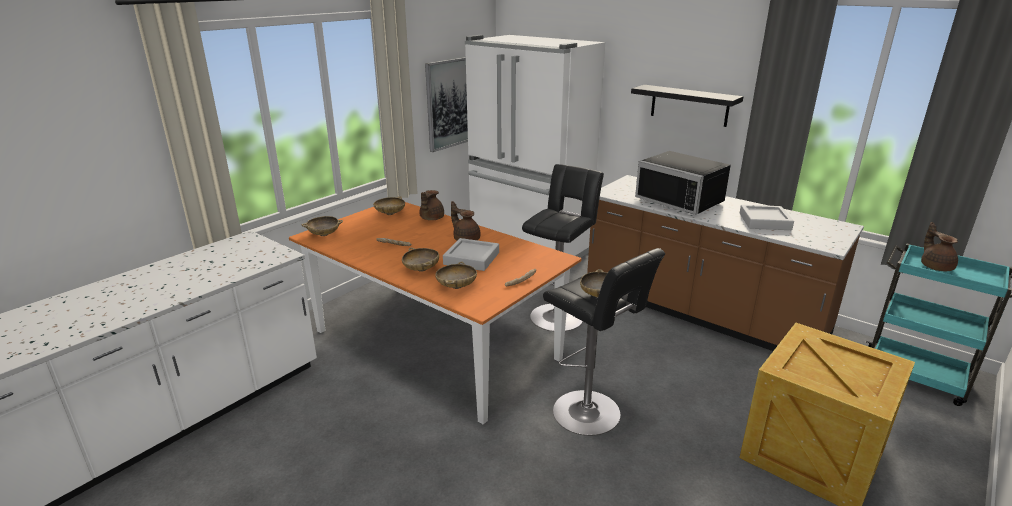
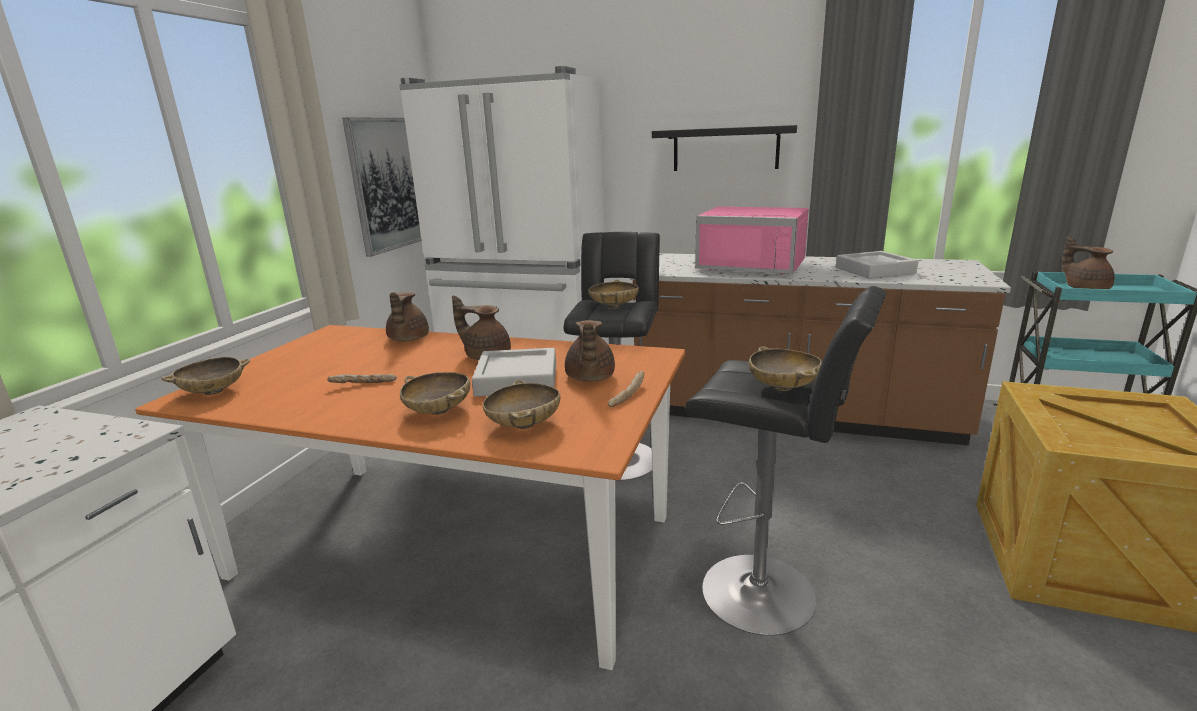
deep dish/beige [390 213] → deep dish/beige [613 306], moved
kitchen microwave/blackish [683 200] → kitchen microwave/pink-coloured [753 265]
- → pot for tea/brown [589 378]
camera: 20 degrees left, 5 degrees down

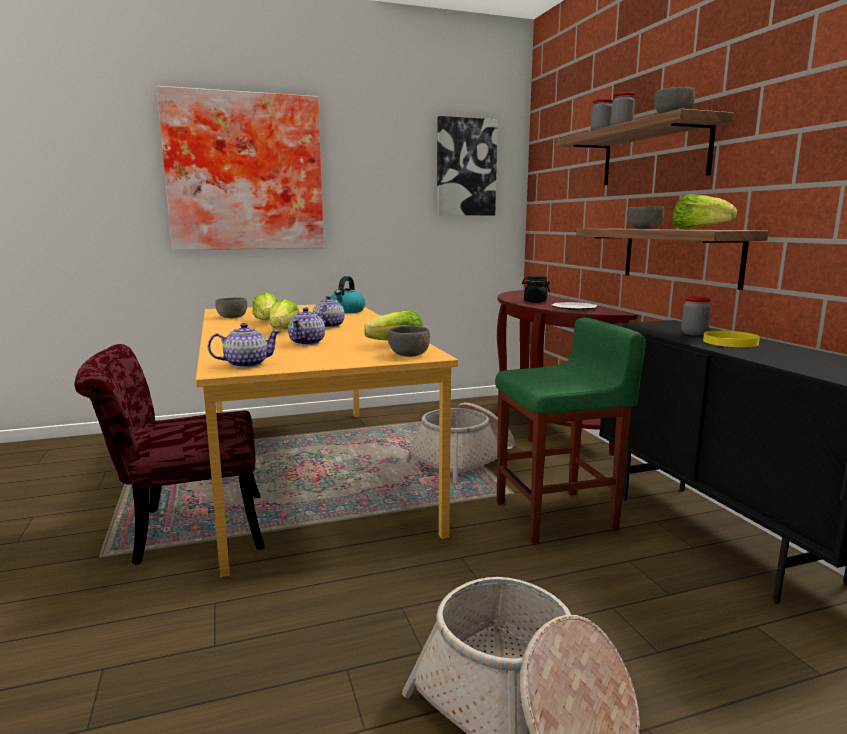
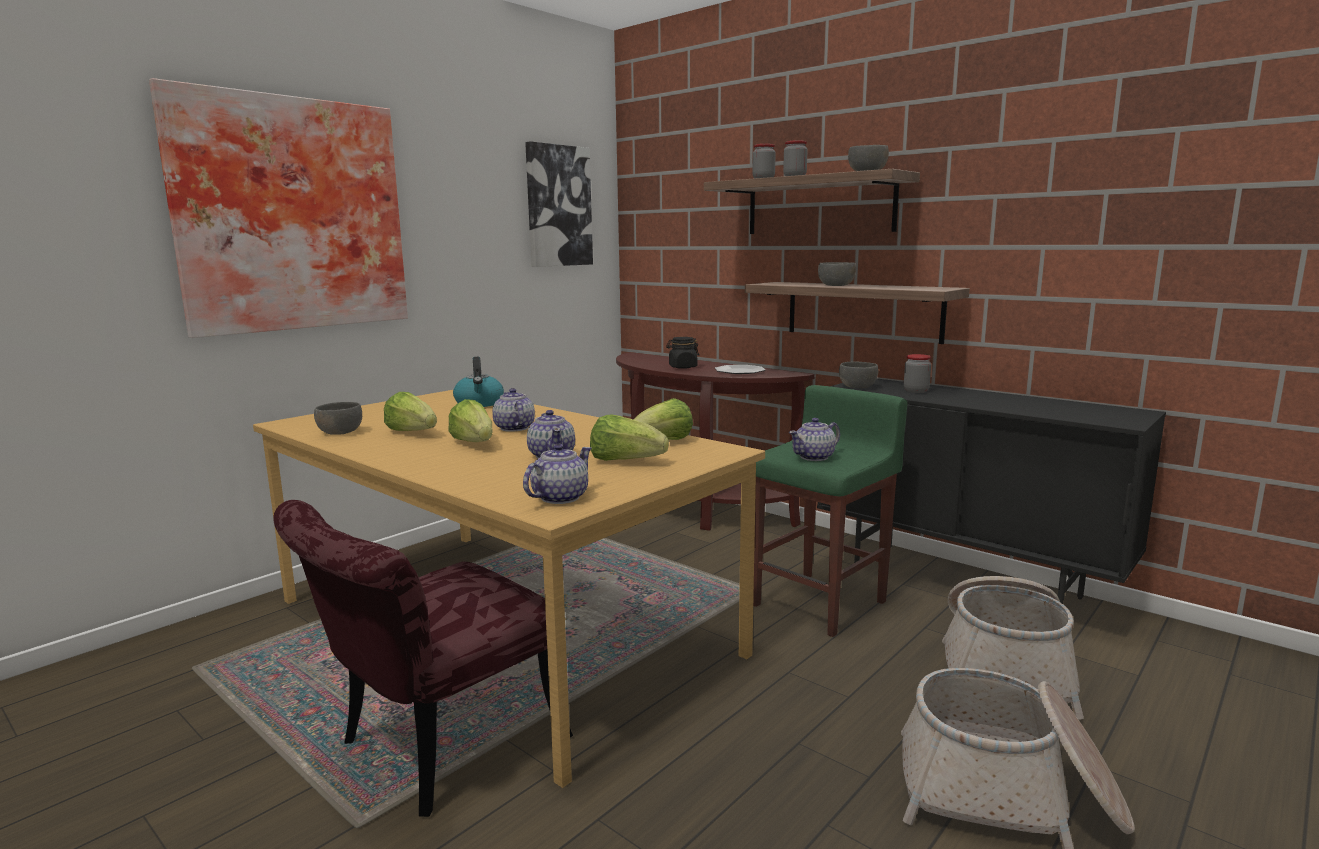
deep dish/grey [409 354] → deep dish/grey [858 387], moved
storage basket [464 460] → storage basket [1004 667], moved
lettuce [699 229] → lettuce [625 461], moved
flat dish/yellow-coloured [730 342] → -
- → pot for tea [814 457]
camera: 30 degrees left, 0 degrees up

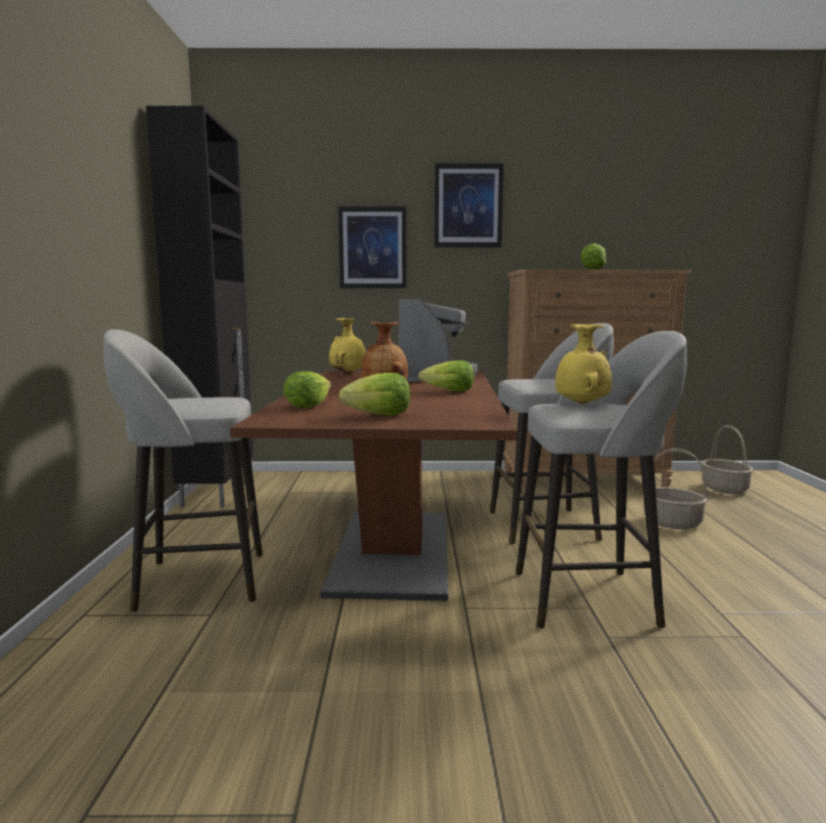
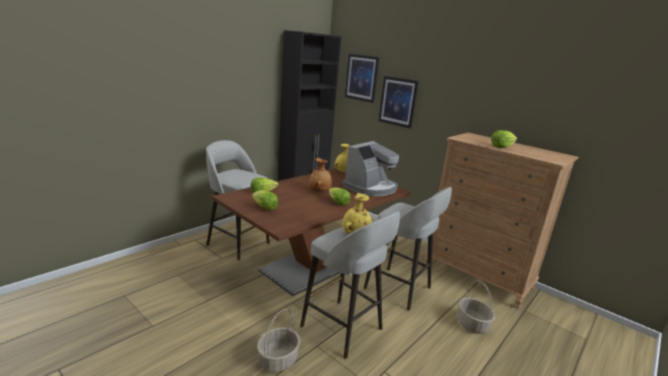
picture [468 206] → picture [361 78], moved
storage basket [725 489] → storage basket [278 360], moved
camera: 40 degrees right, 10 degrees up

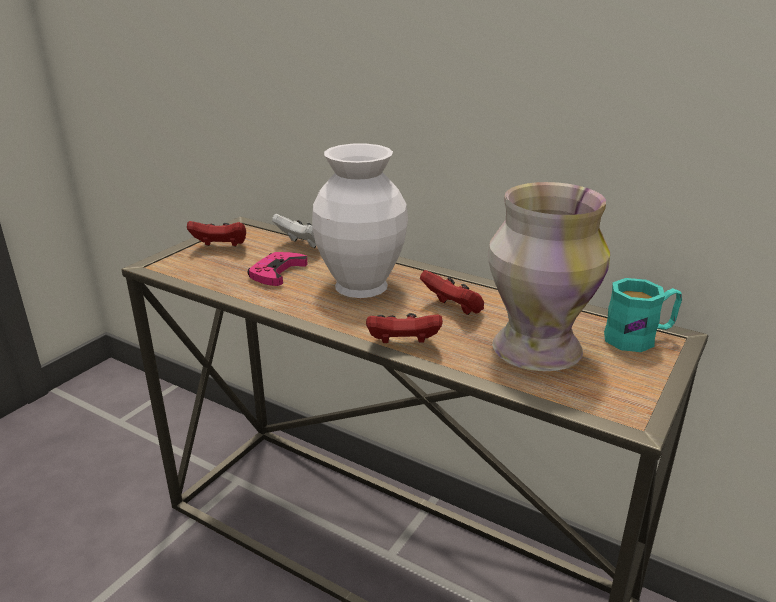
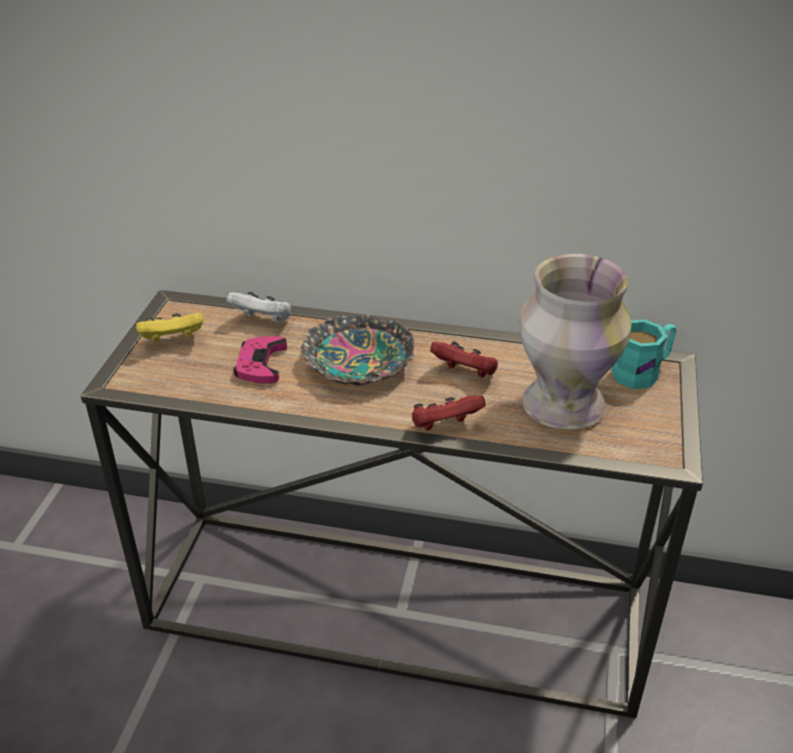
joypad/red [221 246] → joypad/yellow-coloured [173 340]
flower vase/white [359 285] → deep dish [357 363]
camera: 20 degrees left, 10 degrees up

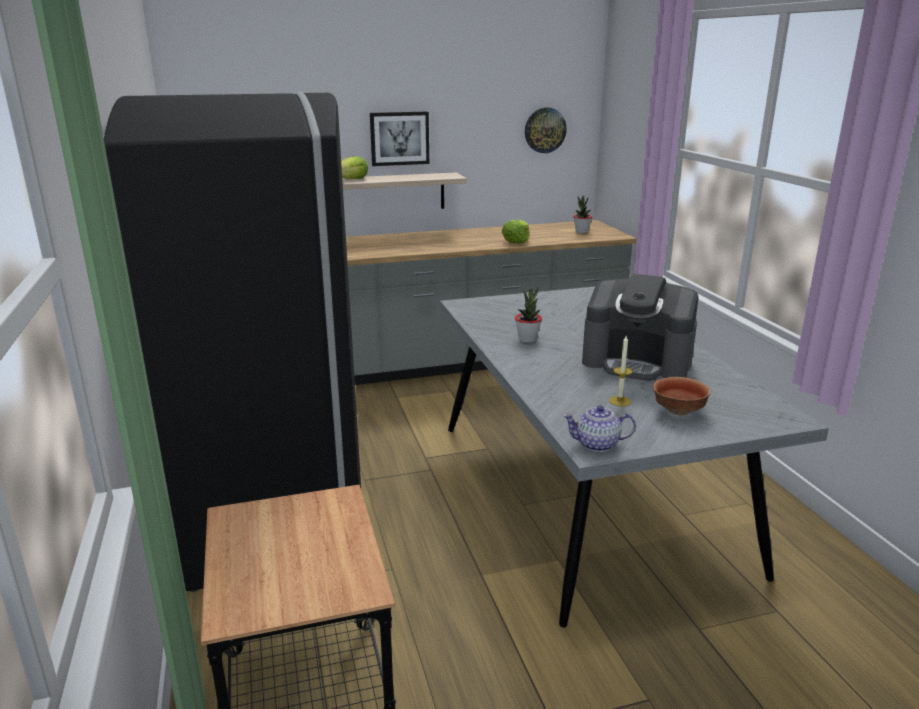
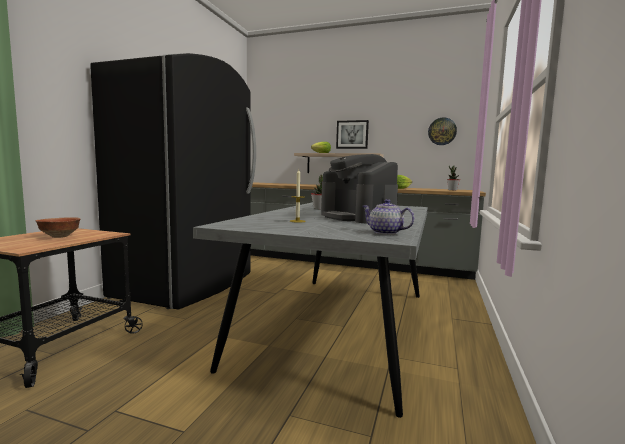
pot for tea [597 444] → pot for tea [385 232], moved
deep dish [678 411] → deep dish [59 236], moved
camera: 35 degrees right, 15 degrees down

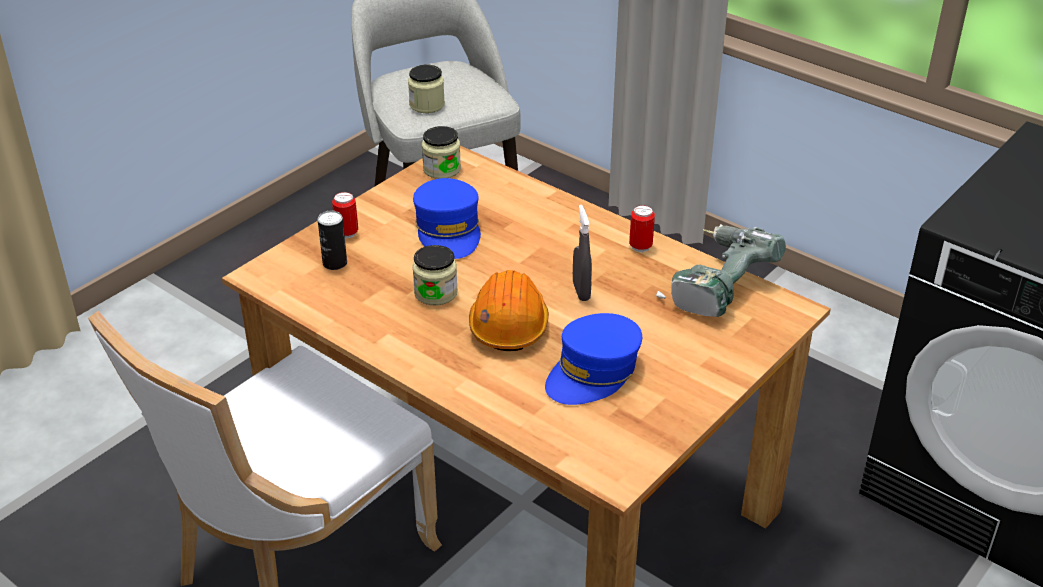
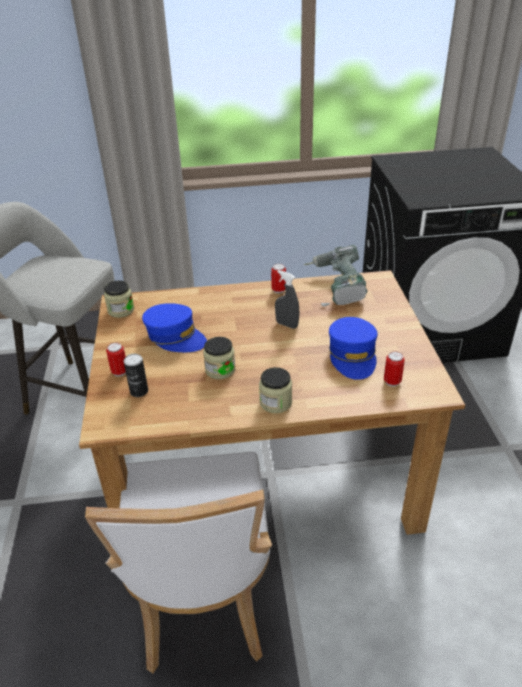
storage jar [427 105] → storage jar [275 402], moved
safety helmet/orange [509 325] → -
- → sealed can [392 382]
camera: 45 degrees left, 0 degrees up

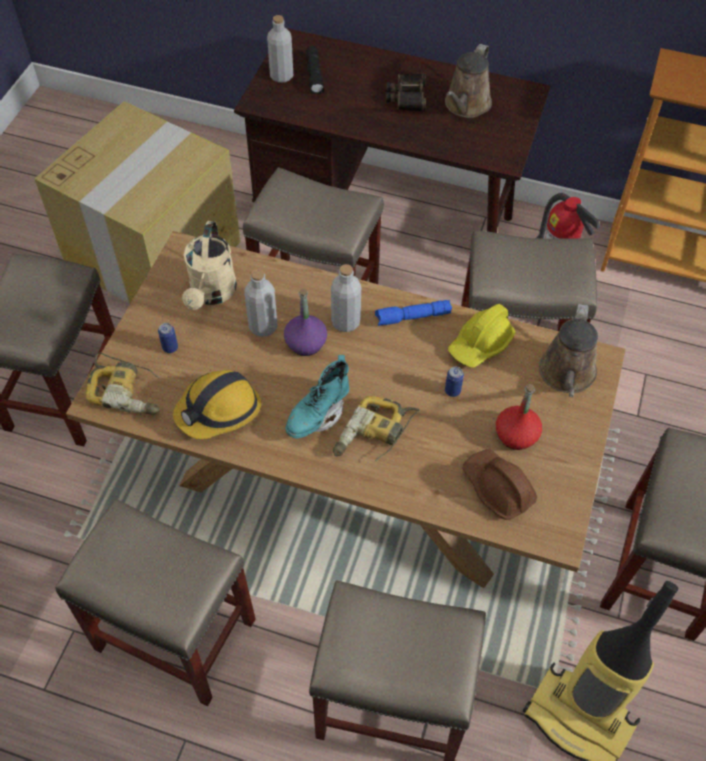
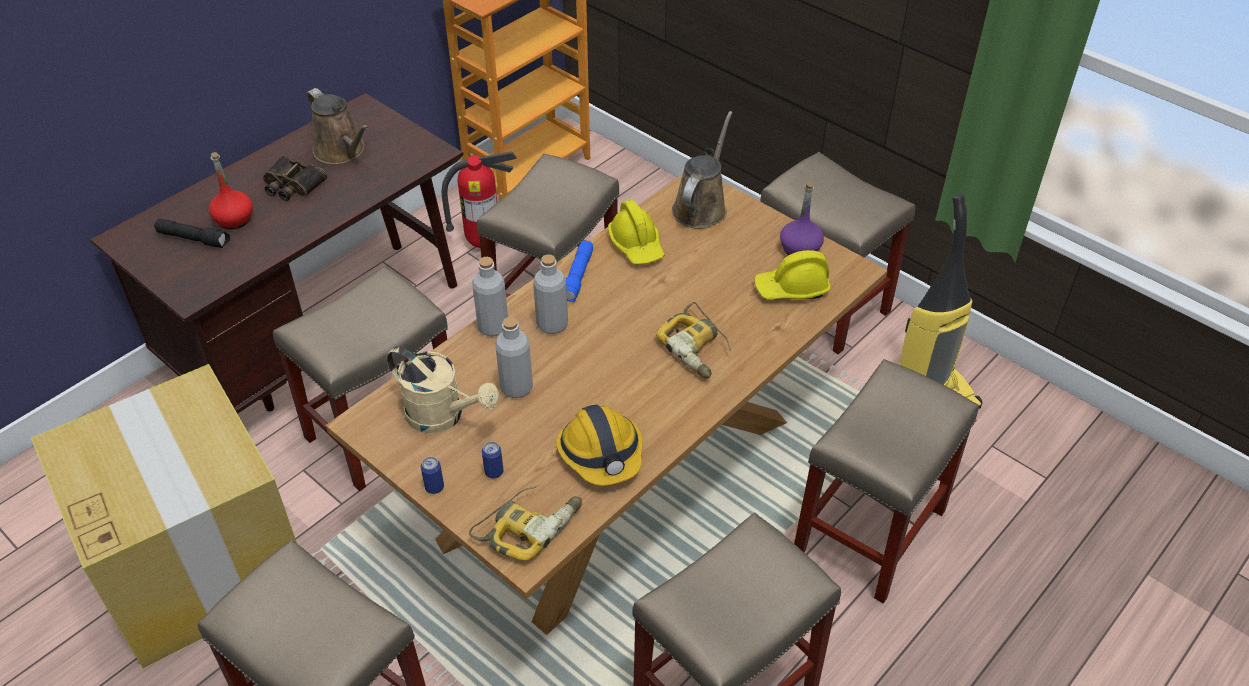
beverage bottle/grey [281 76] → beverage bottle/grey [493 327], moved
beverage bottle/purple [306 343] → beverage bottle/purple [800 249], moved
high-top boot/blue-green [318 414] → -
sealed can [452 391] → sealed can [434 487], moved
safety helmet/brown [497 488] → safety helmet/yellow-coloured [792 288]
beverage bottle/red [516 435] → beverage bottle/red [234 219], moved
sprinkling can/brown [566 375] → sprinkling can/brown [701 207], 105 degrees counterclockwise
camera: 65 degrees left, 10 degrees down

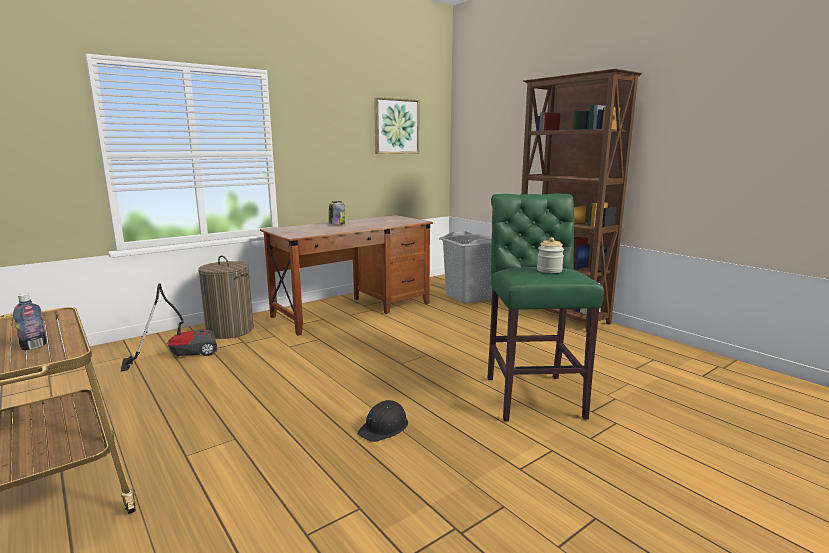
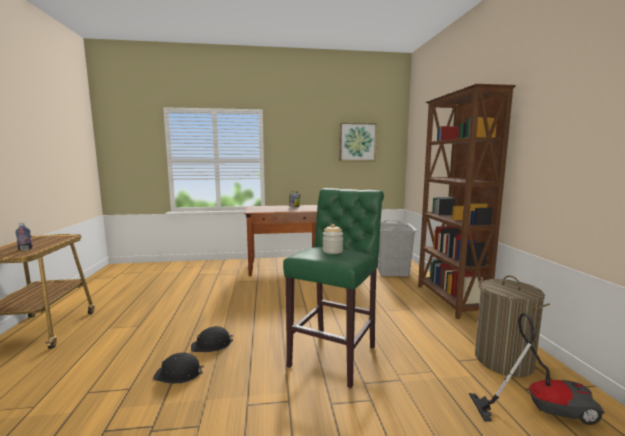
vacuum [180 354] → vacuum [540 407], moved
washing basket [230 330] → washing basket [503 361], moved
- → safety helmet/blackish [179 374]
camera: 30 degrees right, 5 degrees down

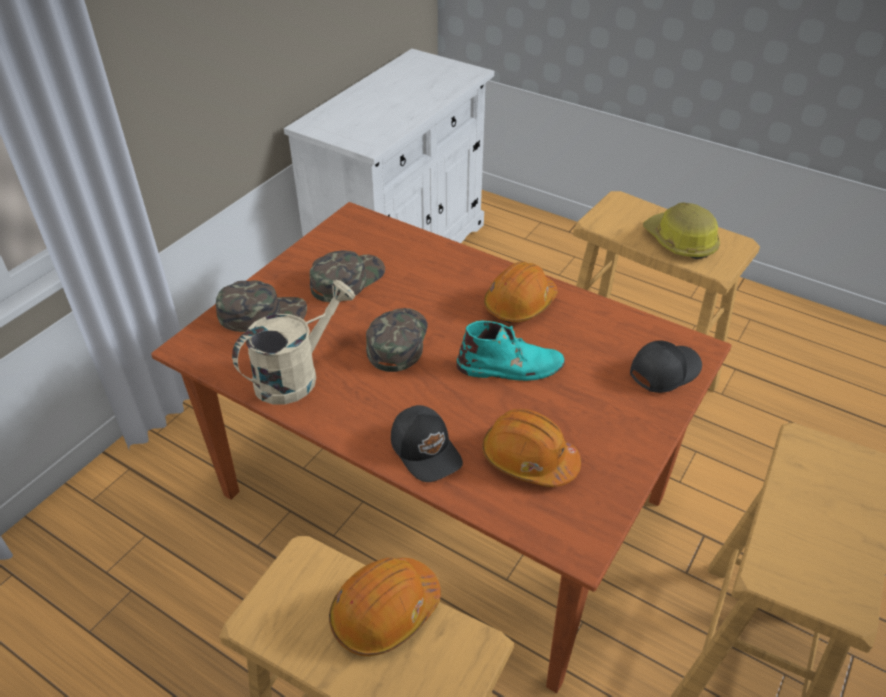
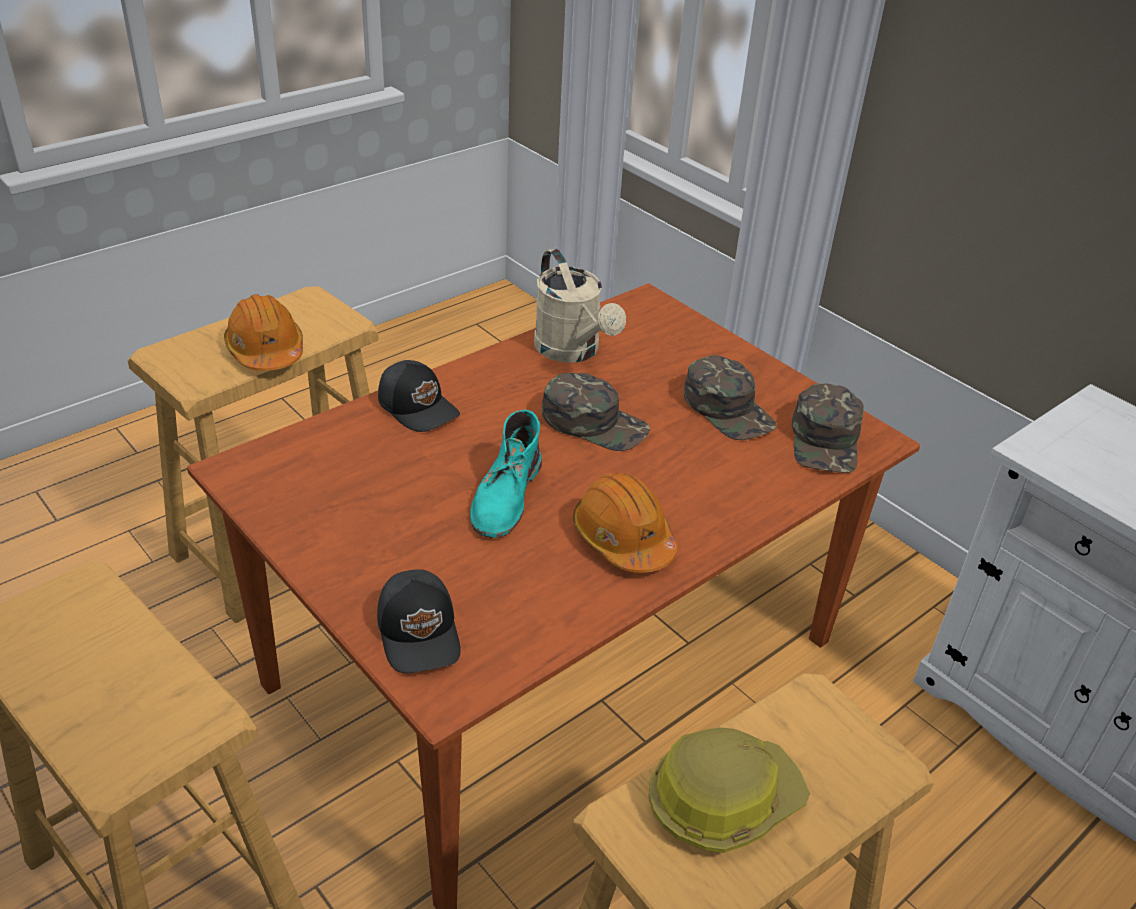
cap/green [263 314] → cap/green [826 440], moved
cap/blackish [426 450] → cap/blackish [419 407], 120 degrees counterclockwise
safety helmet/orange [528 459] → -
camera: 105 degrees right, 5 degrees down

